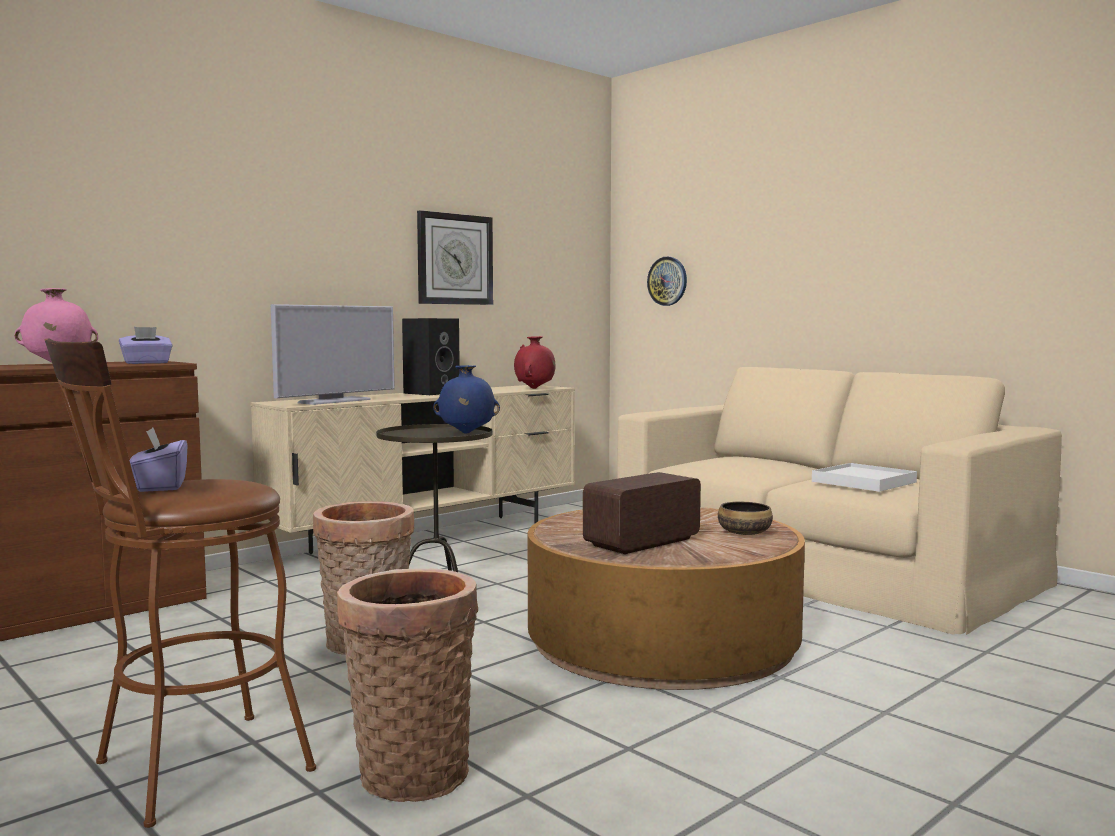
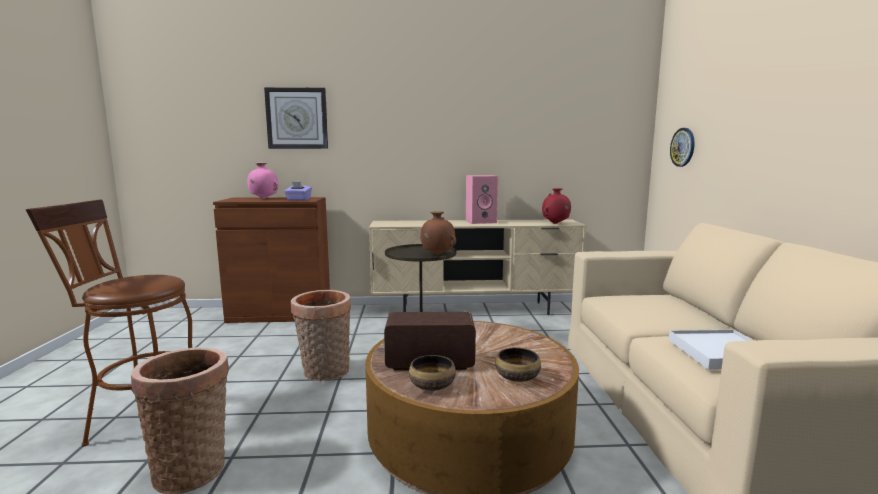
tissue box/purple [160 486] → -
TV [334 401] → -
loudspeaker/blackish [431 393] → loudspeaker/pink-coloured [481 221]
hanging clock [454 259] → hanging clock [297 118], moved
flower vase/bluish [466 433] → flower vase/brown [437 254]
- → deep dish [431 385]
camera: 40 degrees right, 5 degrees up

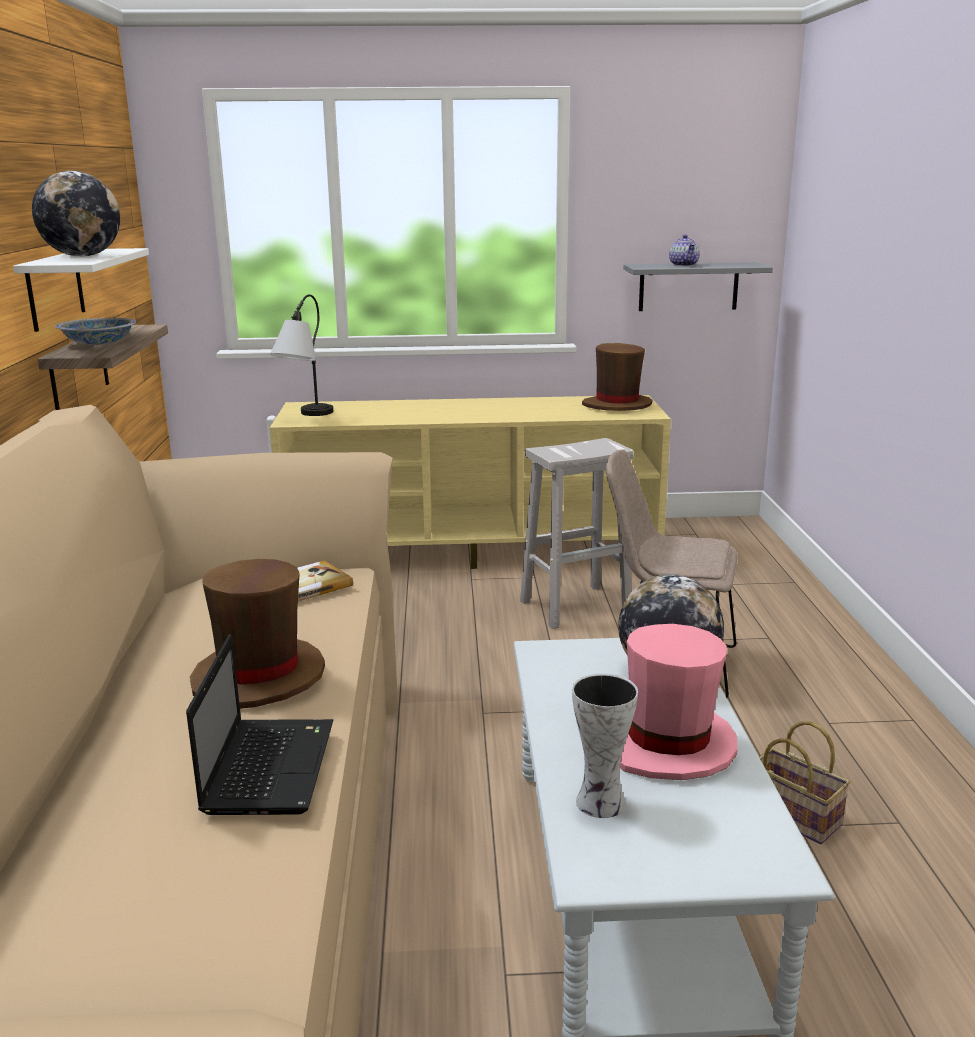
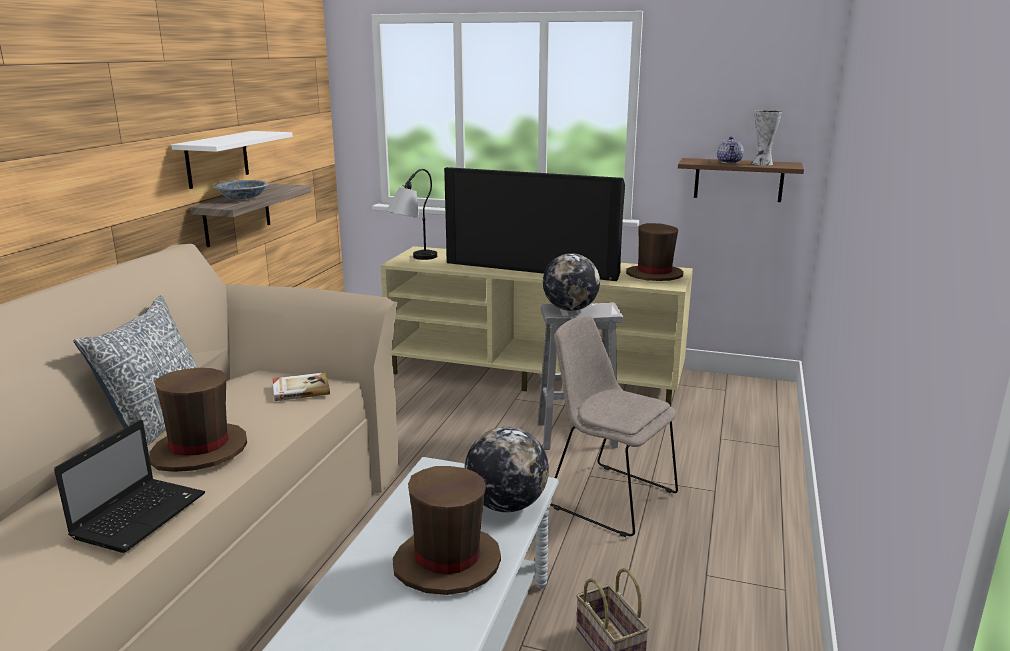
globe [82 256] → globe [570 309], moved
flower vase [599 803] → flower vase [761 164], moved
wearable hat/pink-coloured [668 745] → wearable hat/brown [447 563]
bracket shelf/grey [688 286] → bracket shelf/brown [738 180]
- → cushion [159 421]
- → TV [532 269]
camera: 20 degrees right, 0 degrees up

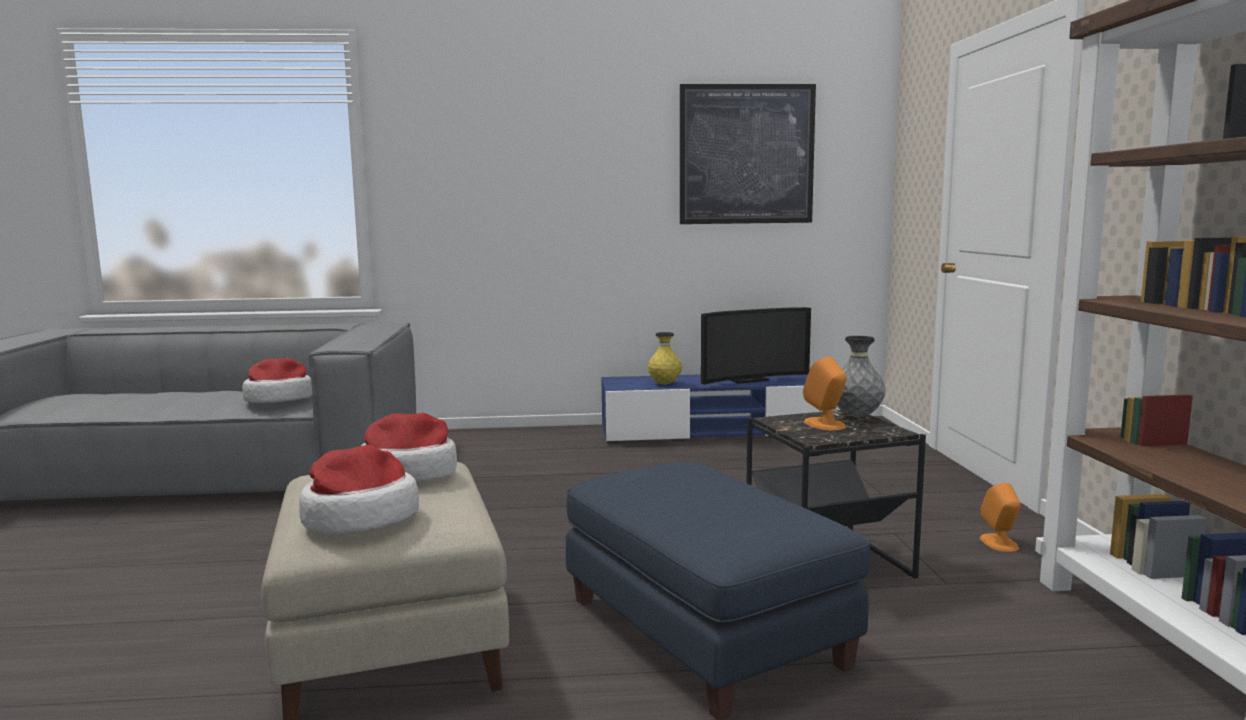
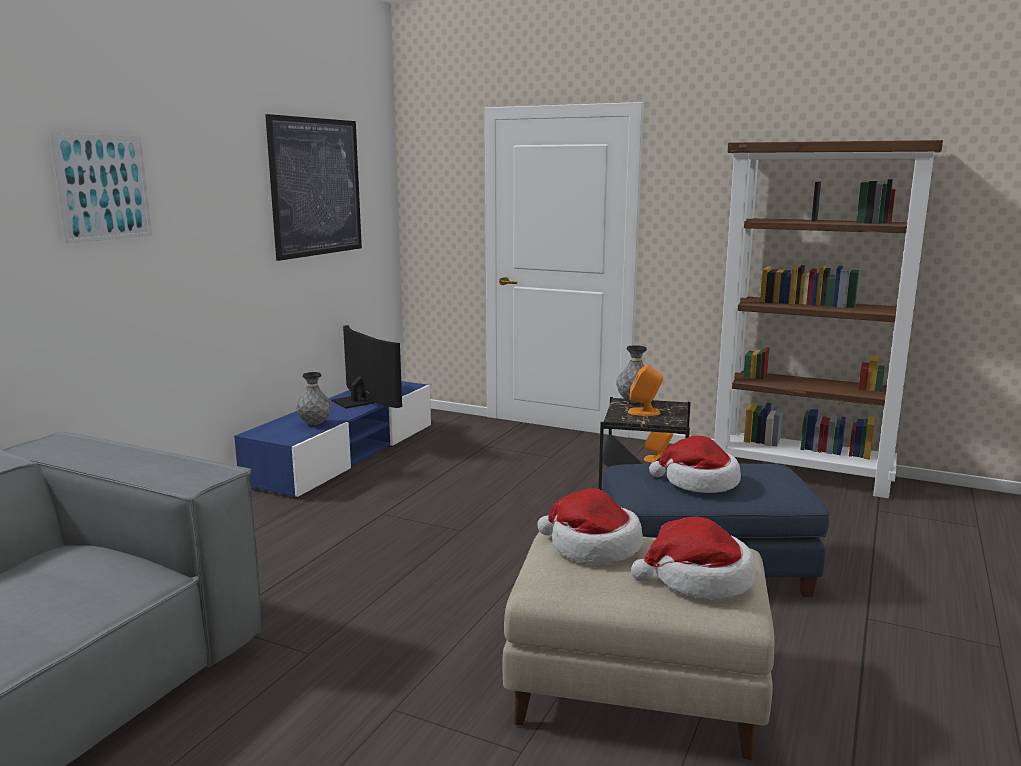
wearable hat [279 399] → wearable hat [699 482], moved
flower vase/yellow-coloured [664 384] → flower vase/grey [315 424]
TV [748 380] → TV [359 401], 45 degrees counterclockwise
- → picture [103 188]
camera: 60 degrees left, 5 degrees up

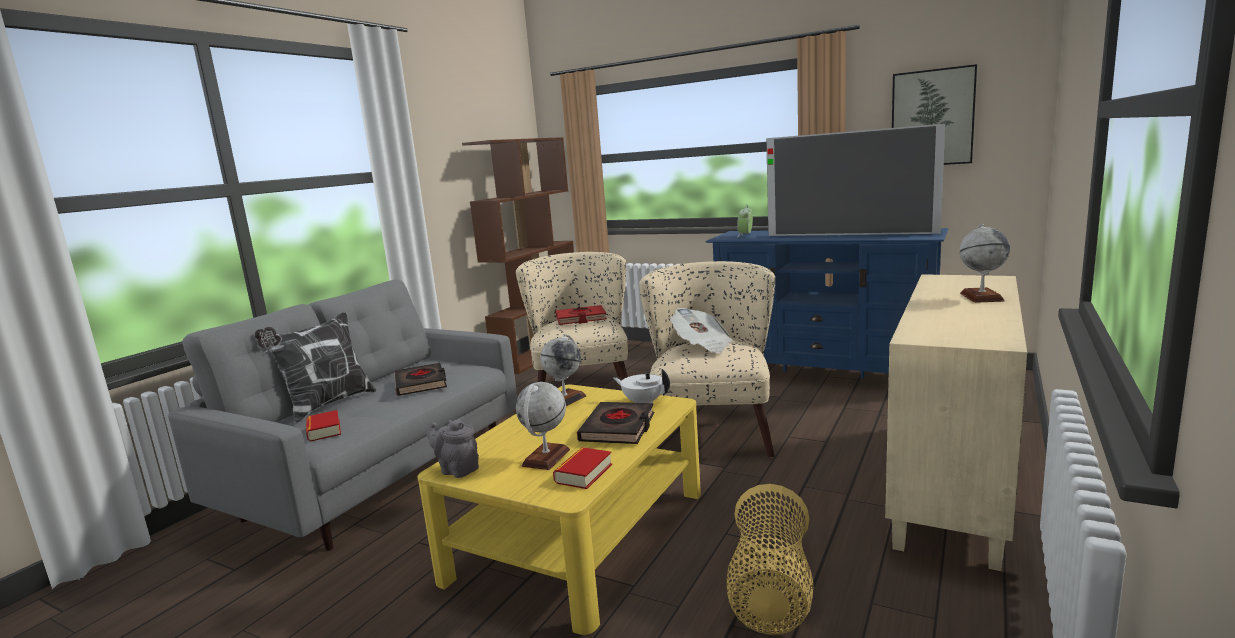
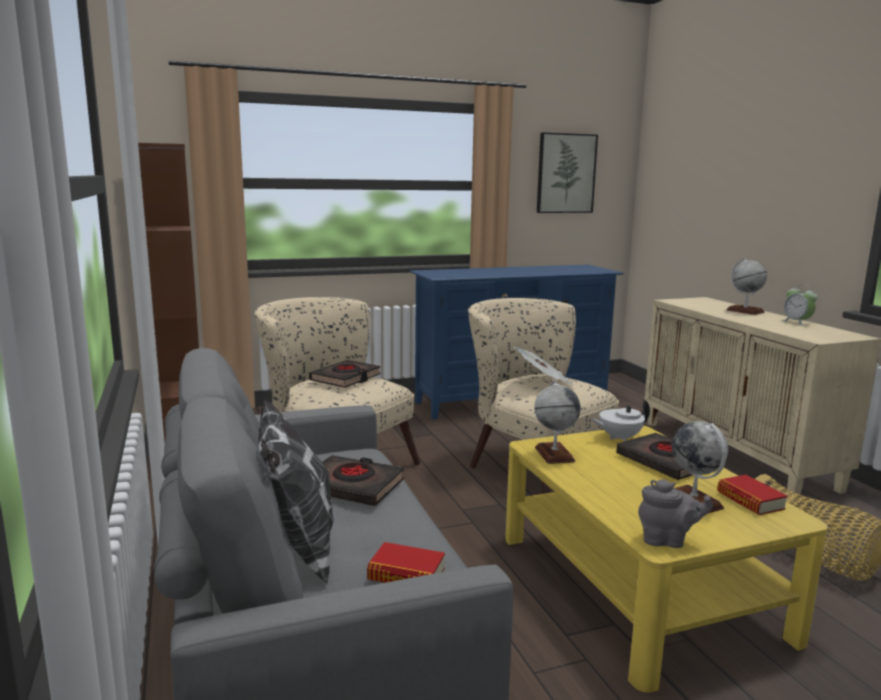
pot for tea/grey [457 470] → pot for tea/grey [667 541], 150 degrees counterclockwise
book/red [581 319] → book/blackish [346 378]
table clock [745 235] → table clock [797 322], moved
TV [849 234] → -
camera: 50 degrees left, 0 degrees up

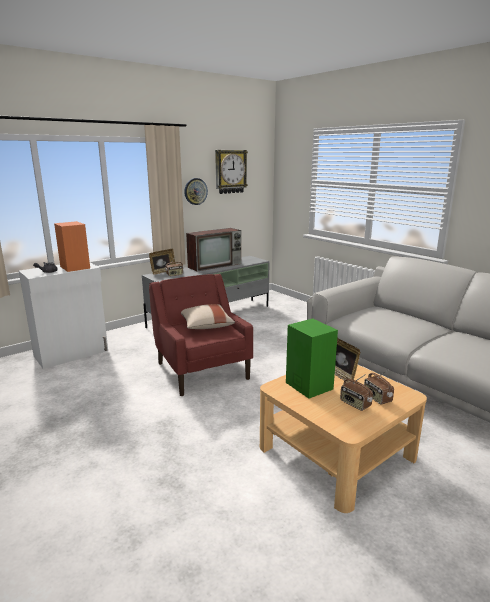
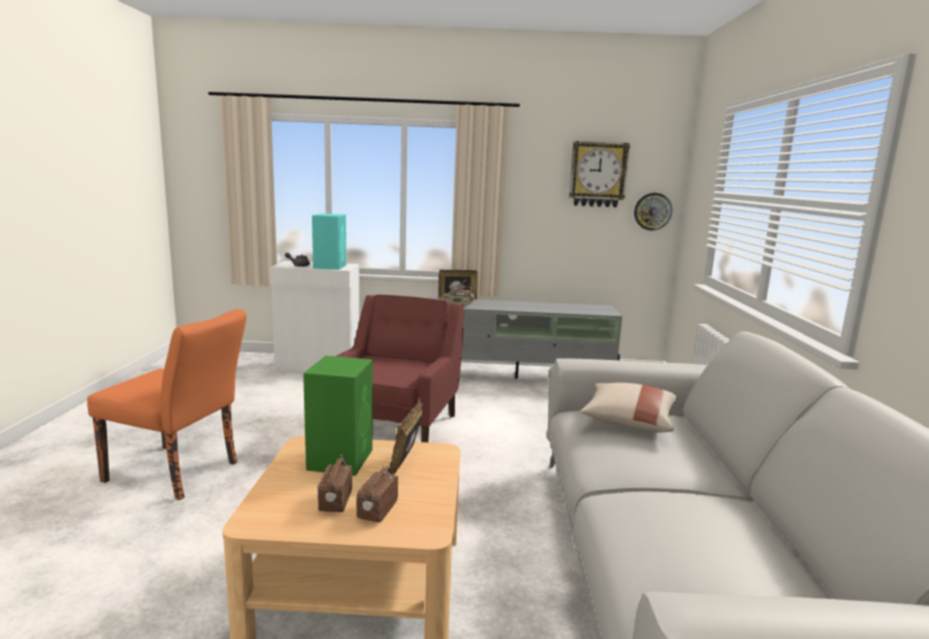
loudspeaker/orange [75 267] → loudspeaker/blue-green [330 266]
cushion/beige [205 326] → cushion/beige [628 421], moved
hanging clock [195 191] → hanging clock [652 211], moved
TV [215 265] → -
- → chair/orange [179 473]
camera: 40 degrees right, 5 degrees down

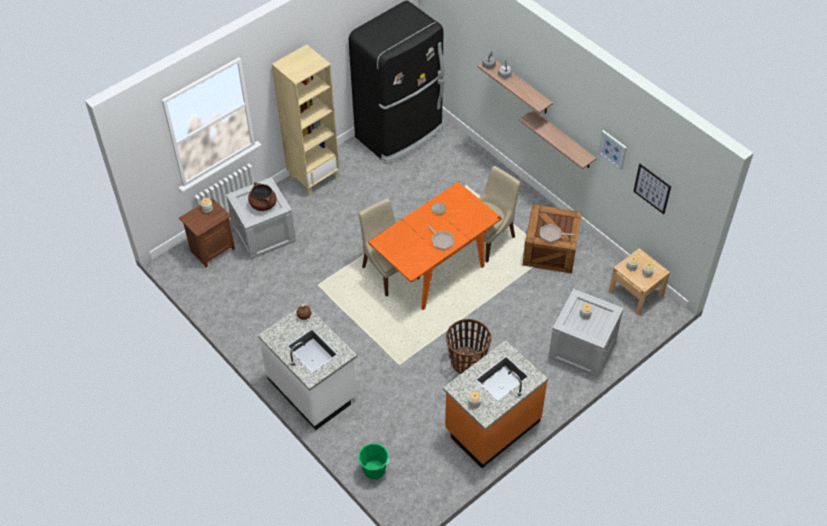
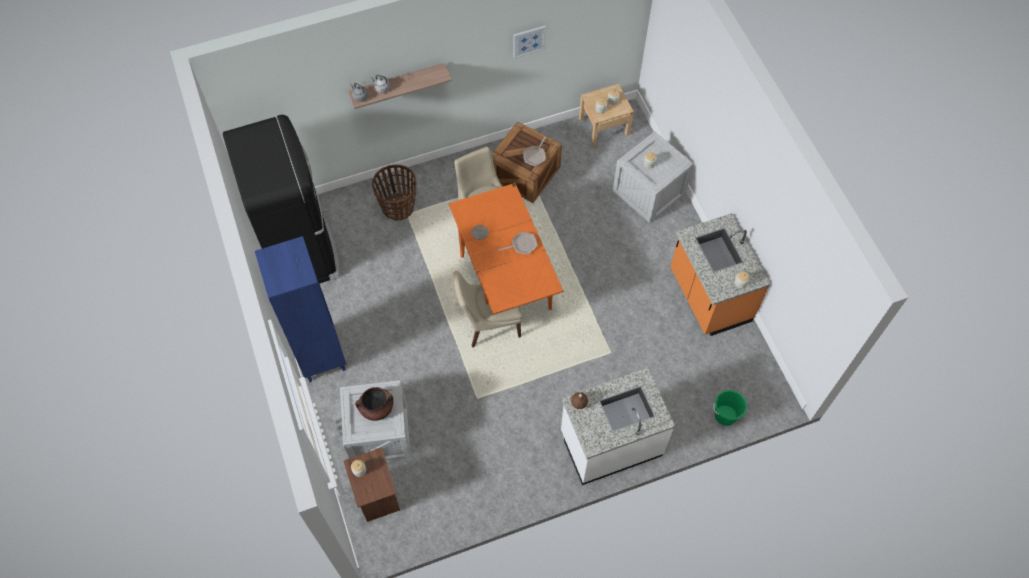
bookshelf/beige [314 177] → bookshelf/bluish [321 356]
storage basket [467 361] → storage basket [398 206], moved
bracket shelf [563 140] → -
picture [652 188] → -
camera: 70 degrees left, 10 degrees up

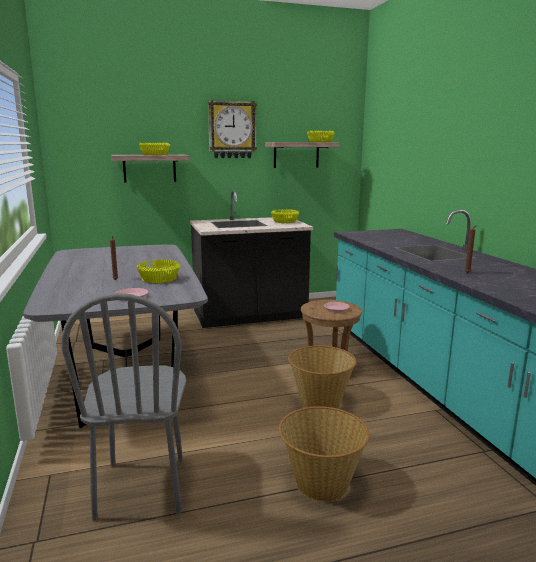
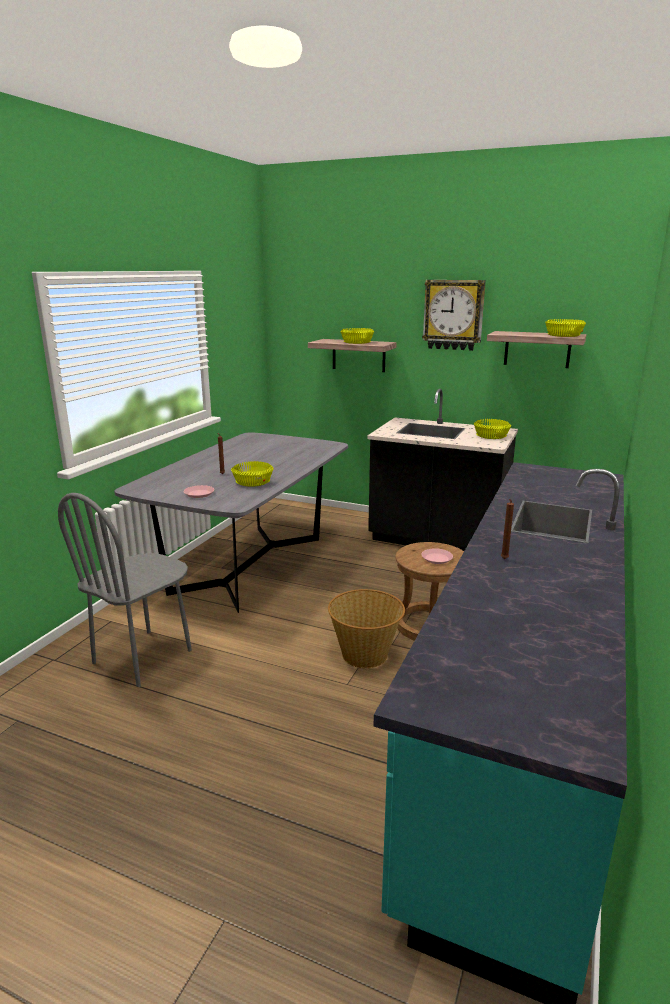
storage basket [321 483] → -
camera: 40 degrees right, 5 degrees up

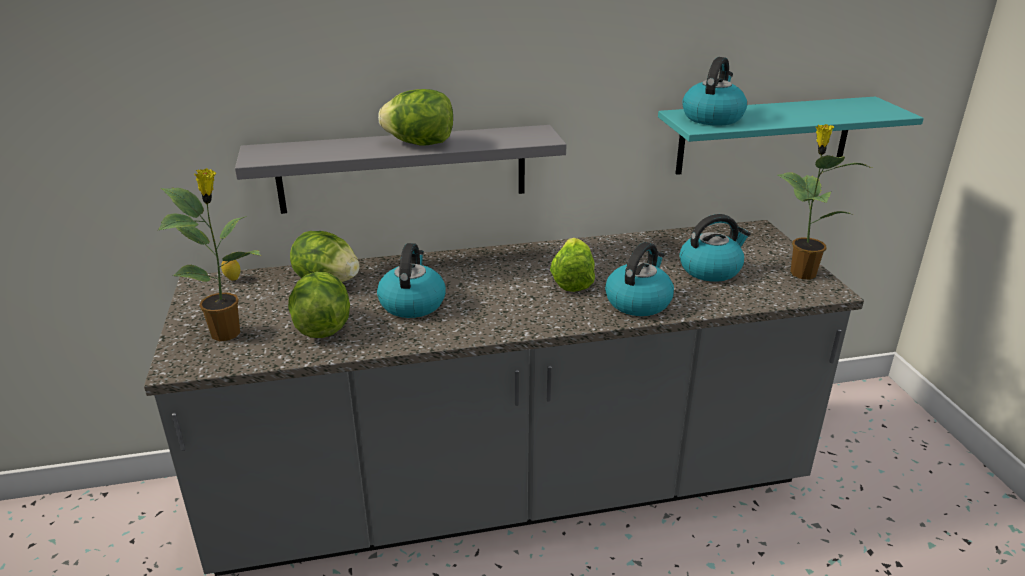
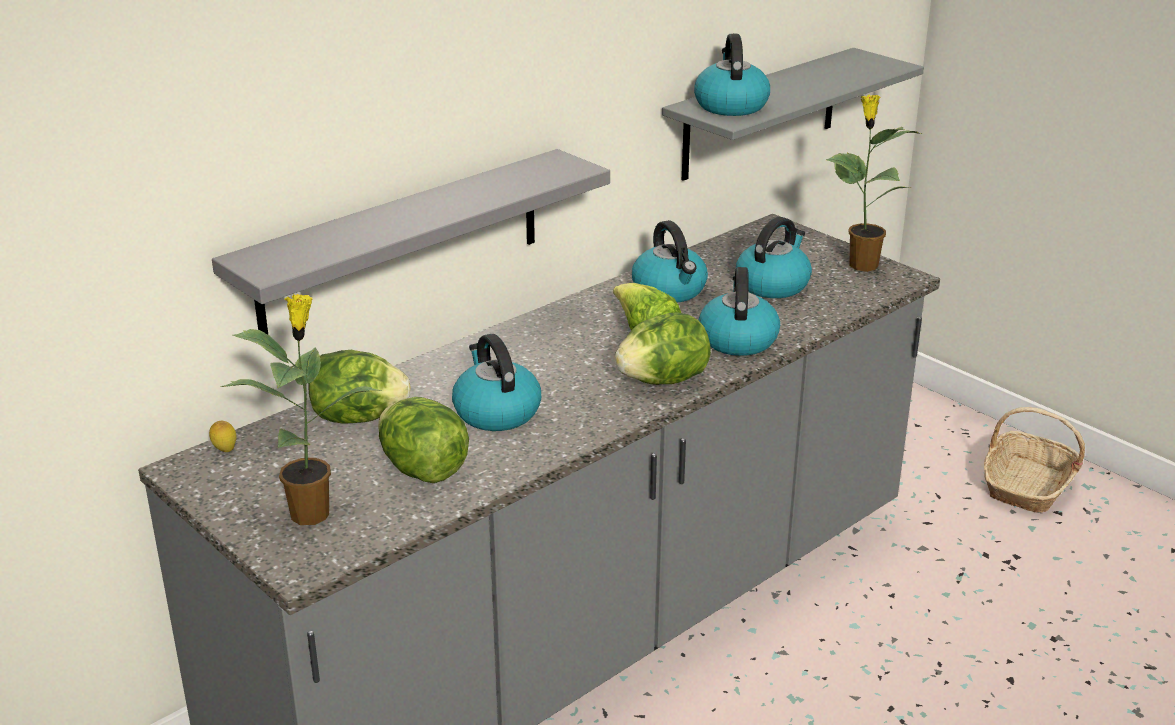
lettuce [420 143] → lettuce [663 380], moved
bracket shelf/blue-green [764 135] → bracket shelf/grey [760 114]
- → tea kettle [670 290]
- → storage basket [1027 485]
camera: 30 degrees left, 0 degrees up

